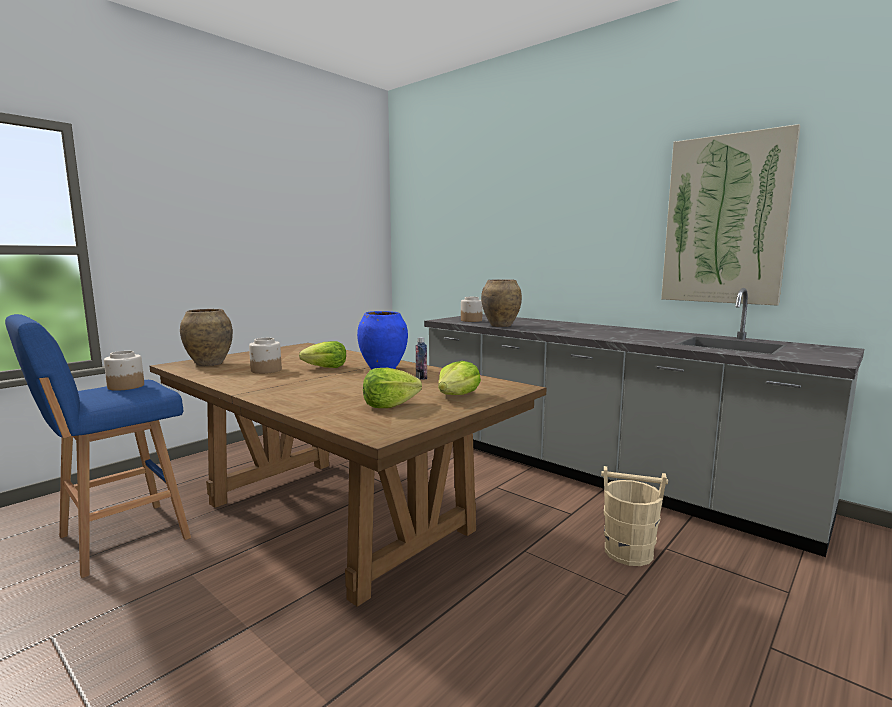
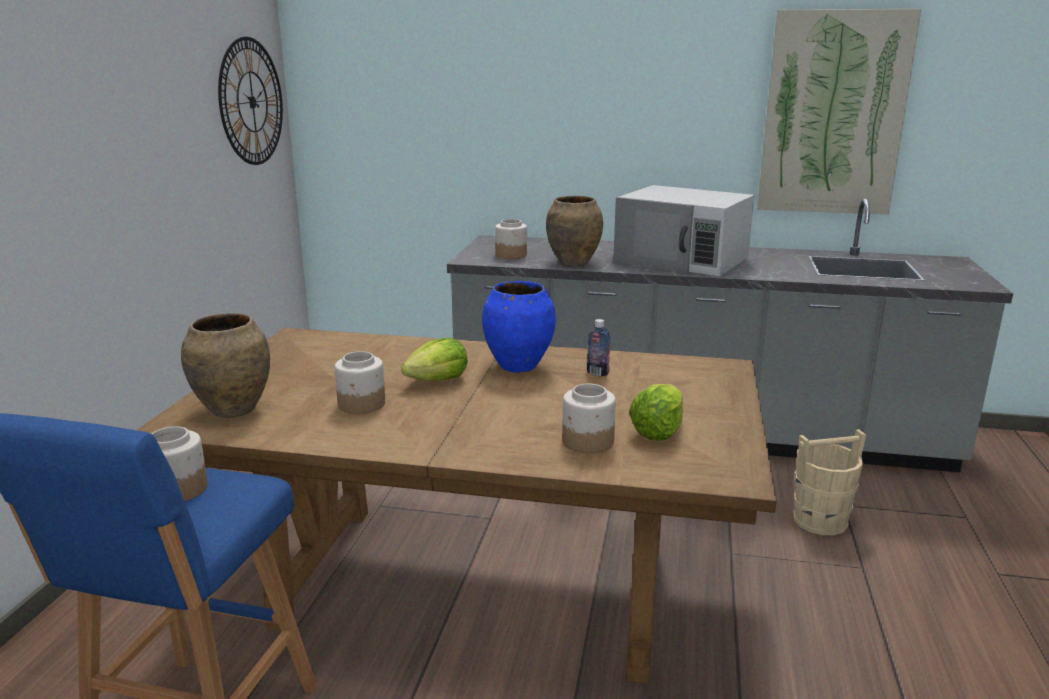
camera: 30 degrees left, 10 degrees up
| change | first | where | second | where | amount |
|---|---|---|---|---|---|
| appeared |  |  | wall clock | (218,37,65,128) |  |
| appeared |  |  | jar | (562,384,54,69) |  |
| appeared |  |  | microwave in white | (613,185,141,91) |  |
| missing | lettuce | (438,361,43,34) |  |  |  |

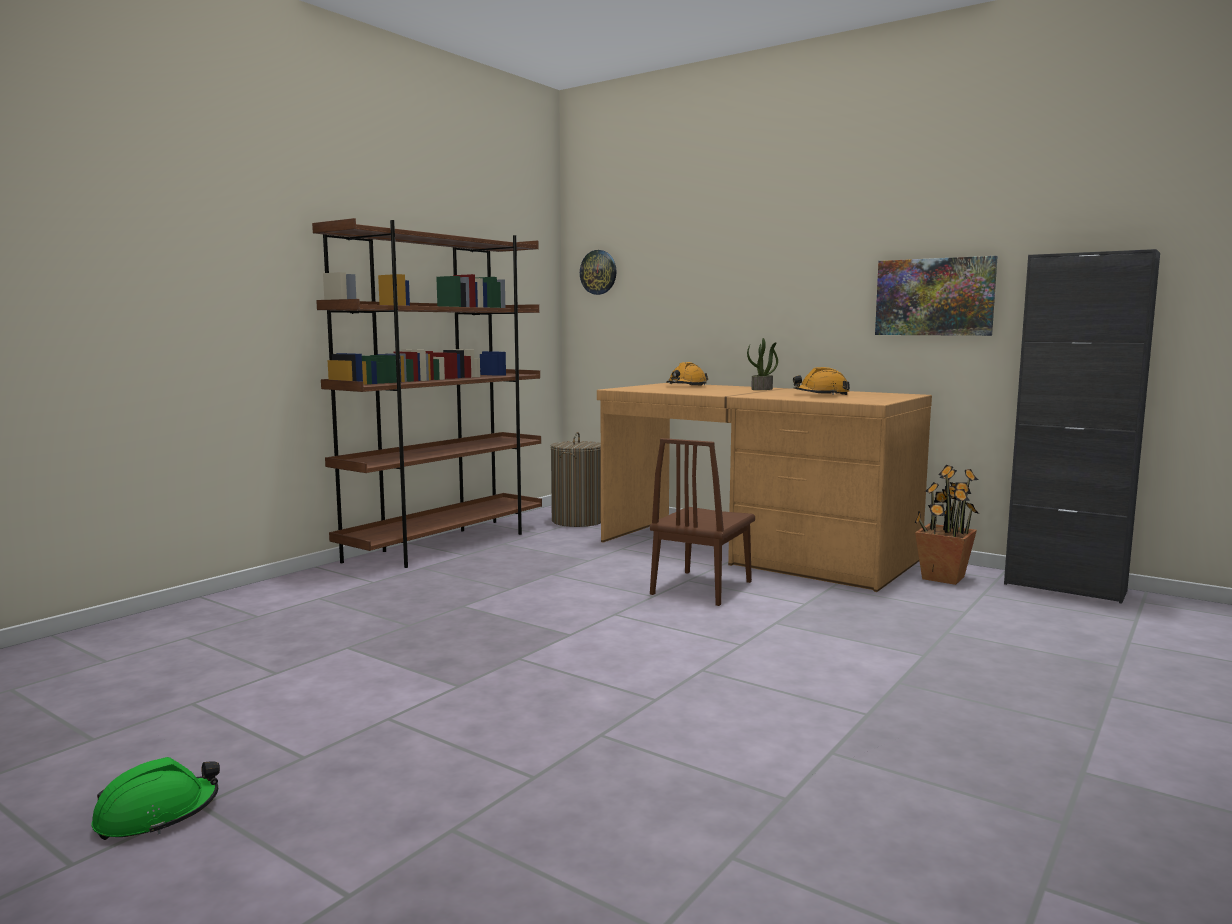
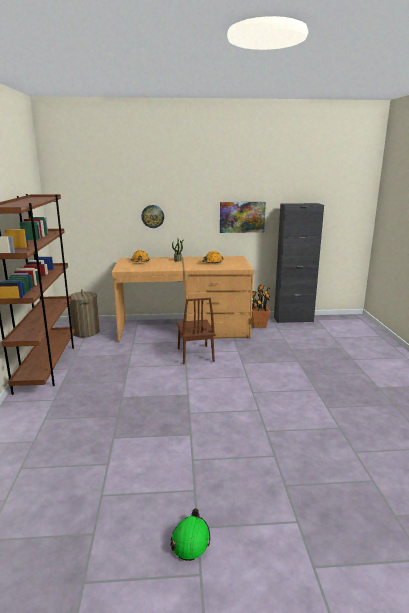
camera: 40 degrees left, 10 degrees up
| change | first | where | second | where | amount |
|---|---|---|---|---|---|
| relocated | wall clock | (580,250,36,45) |  | (141,205,23,23) |  |

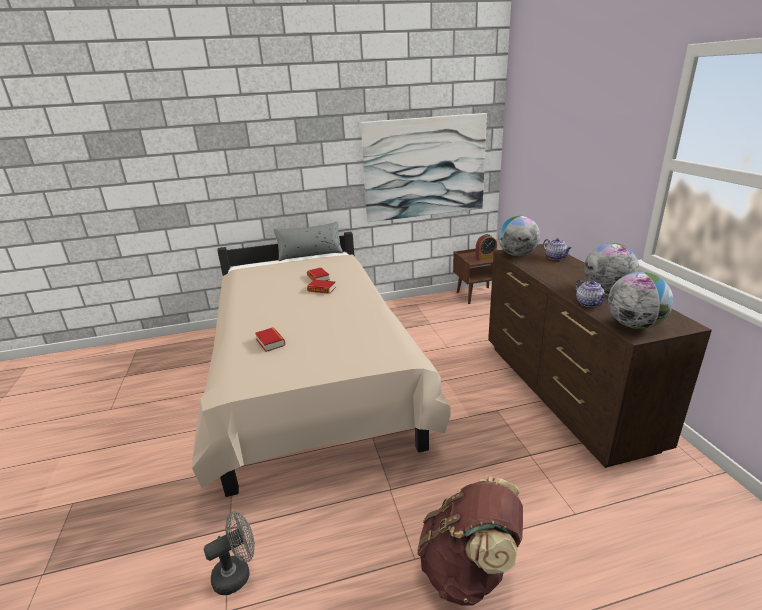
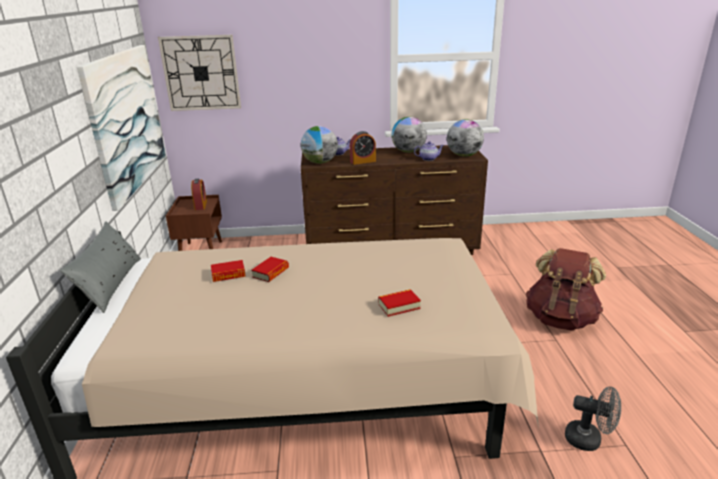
camera: 80 degrees left, 0 degrees up
| change | first | where | second | where | amount |
|---|---|---|---|---|---|
| appeared |  |  | wall clock | (158,35,83,76) |  |
| appeared |  |  | alarm clock | (350,131,26,34) |  |
| spun | fan in grey | (203,511,52,84) |  | (565,387,56,64) | 135 degrees clockwise |

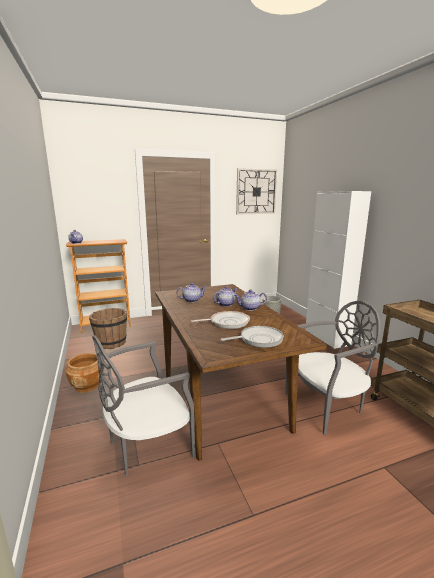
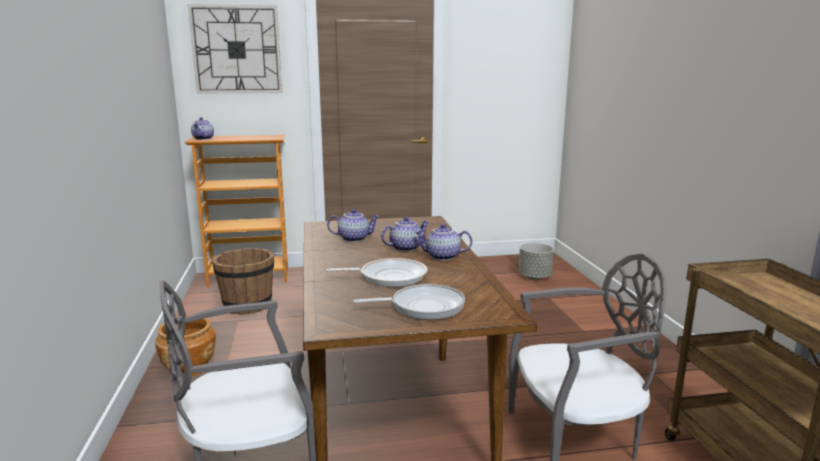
camera: 10 degrees right, 0 degrees up
| change | first | where | second | where | amount |
|---|---|---|---|---|---|
| relocated | wall clock | (236,168,41,46) |  | (188,4,94,90) |  |
| missing | cabinet in white | (305,191,66,158) |  |  |  |

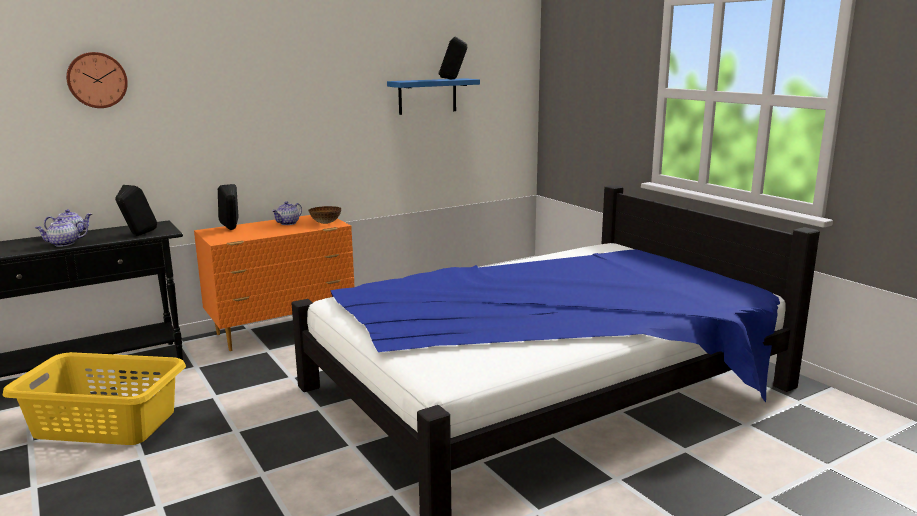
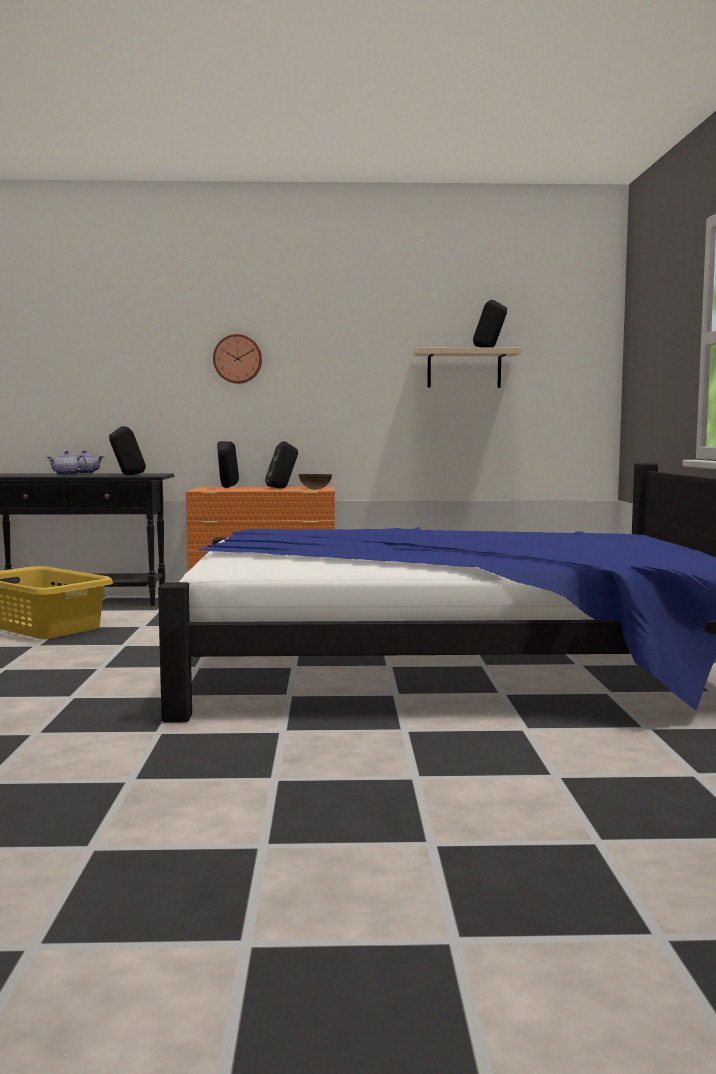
camera: 30 degrees right, 10 degrees down
| change | first | where | second | where | amount |
|---|---|---|---|---|---|
| relocated | wall clock | (66,52,62,56) |  | (213,334,49,50) |  |
| exchanged | teapot | (272,201,30,24) | speaker in black | (265,441,33,47) |  |
| colour | shelf in blue | (387,78,93,37) | shelf in beige | (414,347,107,41) |  |

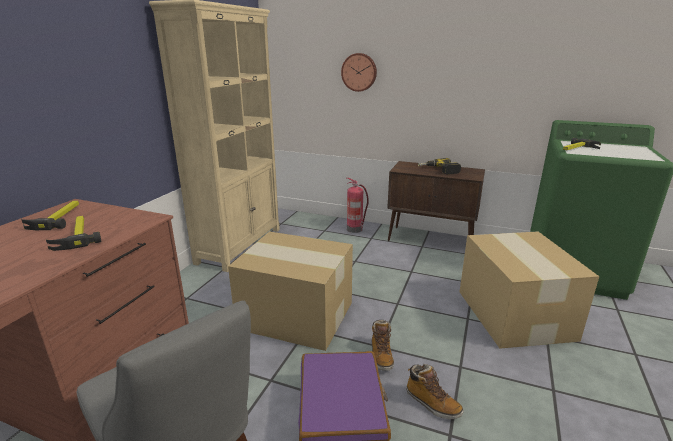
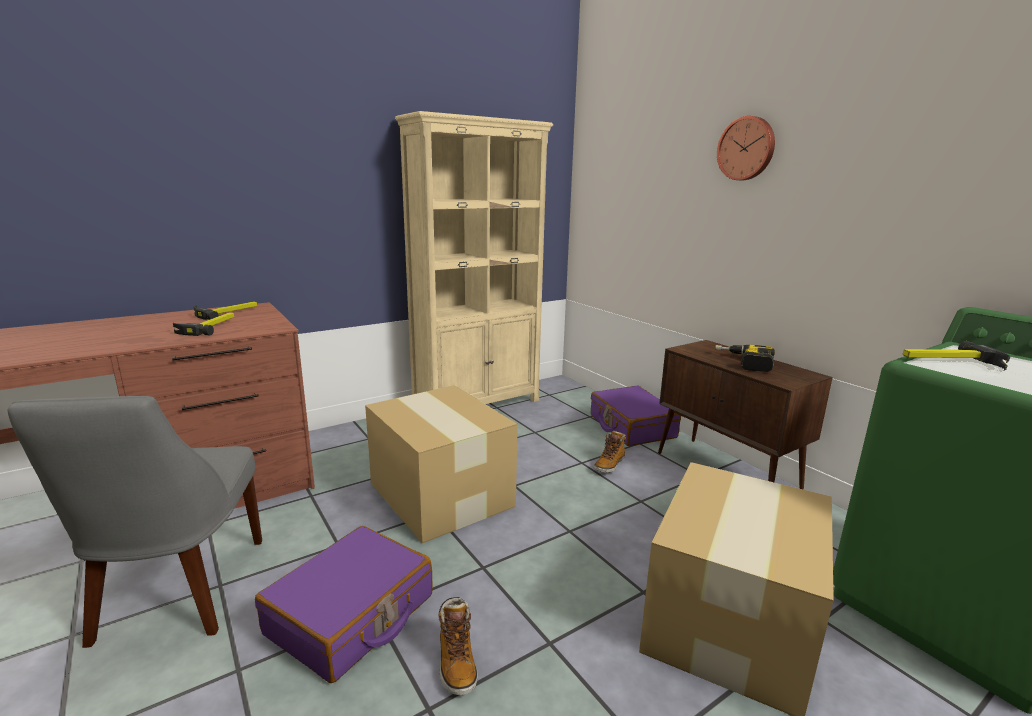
camera: 35 degrees right, 5 degrees down
| change | first | where | second | where | amount |
|---|---|---|---|---|---|
| exchanged | fire extinguisher | (347,178,22,55) | suitcase in purple | (591,386,90,60) |  |
| relocated | boot | (372,320,22,51) |  | (594,431,32,42) |  |
| relocated | wall clock | (341,53,36,39) |  | (717,116,58,64) |  |

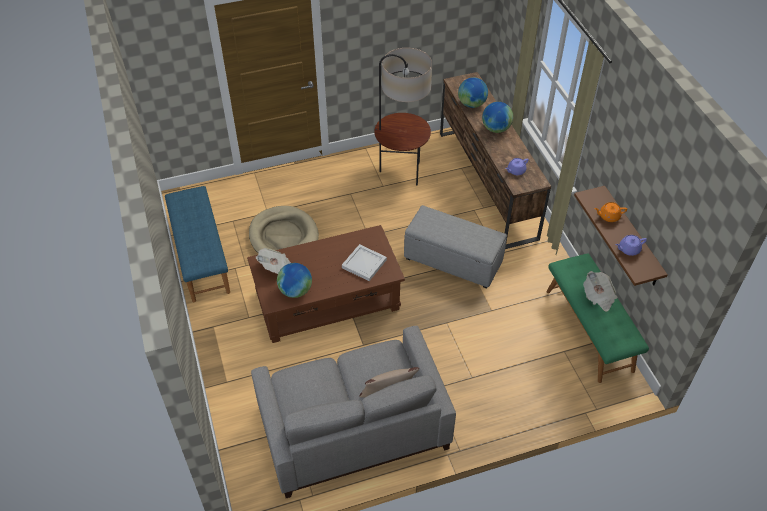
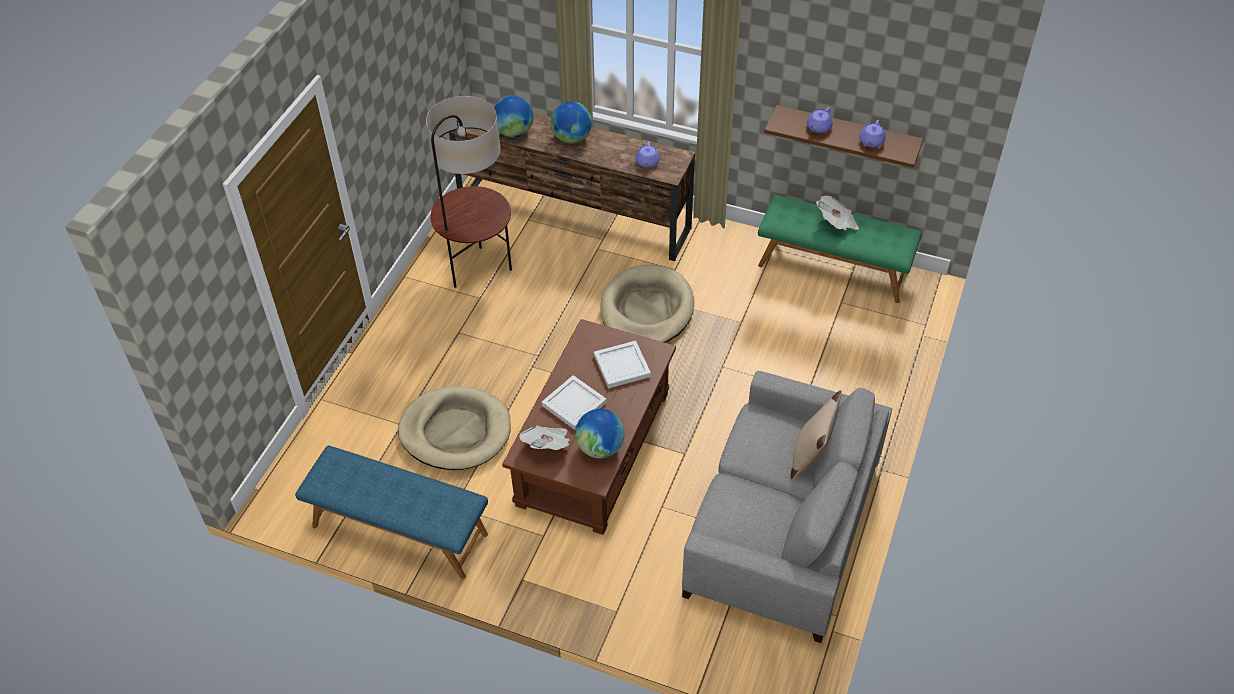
camera: 50 degrees left, 0 degrees up
| change | first | where | second | where | amount |
|---|---|---|---|---|---|
| appeared |  |  | tray in white | (542,375,65,55) |  |
| exchanged | ottoman in grey | (404,205,103,84) | dog bed in beige | (601,265,93,78) |  |
| colour | teapot in orange | (594,202,33,20) | teapot in purple | (807,107,26,26) |  |

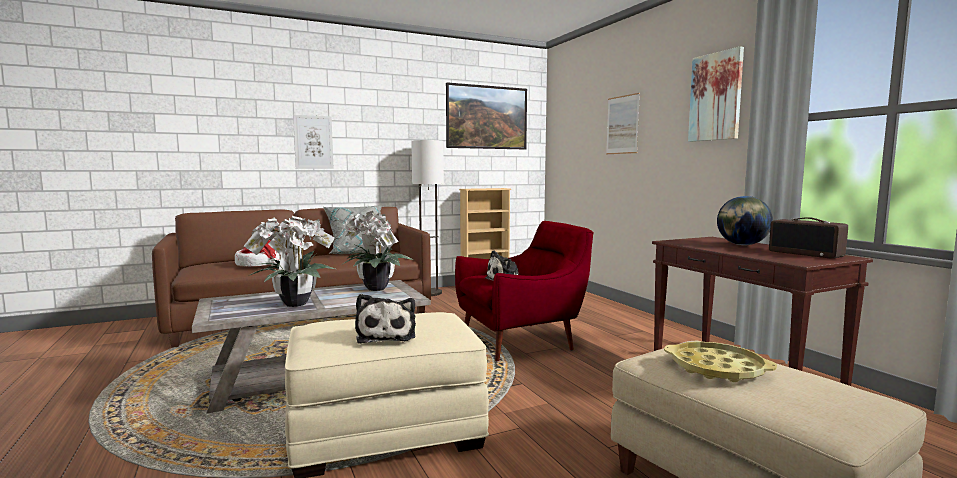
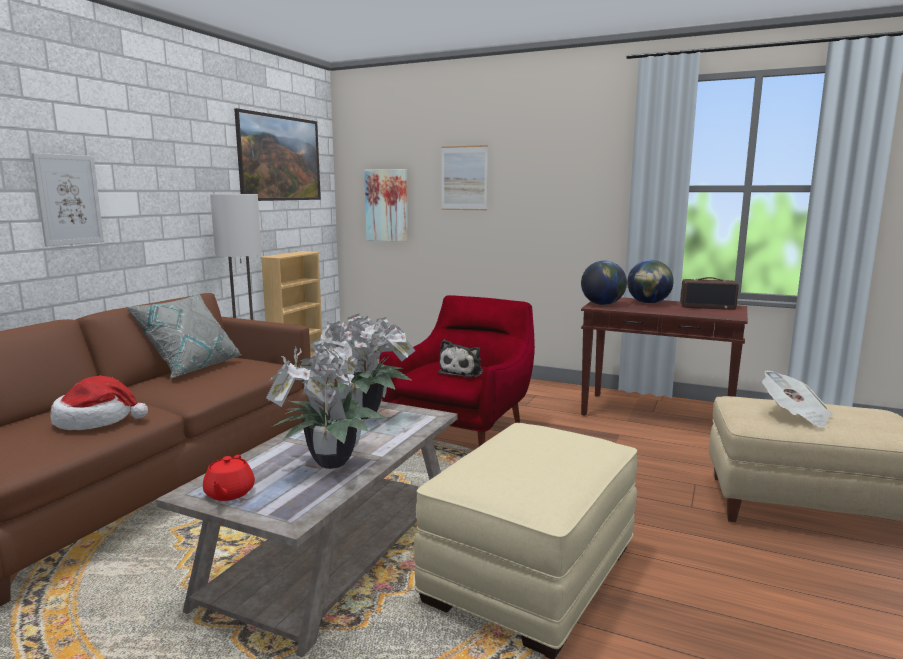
camera: 40 degrees left, 5 degrees up
| change | first | where | second | where | amount |
|---|---|---|---|---|---|
| appeared |  |  | teapot in red | (203,455,52,46) |  |
| relocated | picture | (688,46,56,96) |  | (364,169,44,73) |  |
| appeared |  |  | globe | (581,261,46,44) |  |
| exchanged | tray in yellow | (664,342,113,40) | newspaper | (762,370,70,58) |  |
| missing | plush toy | (355,294,61,50) |  |  |  |

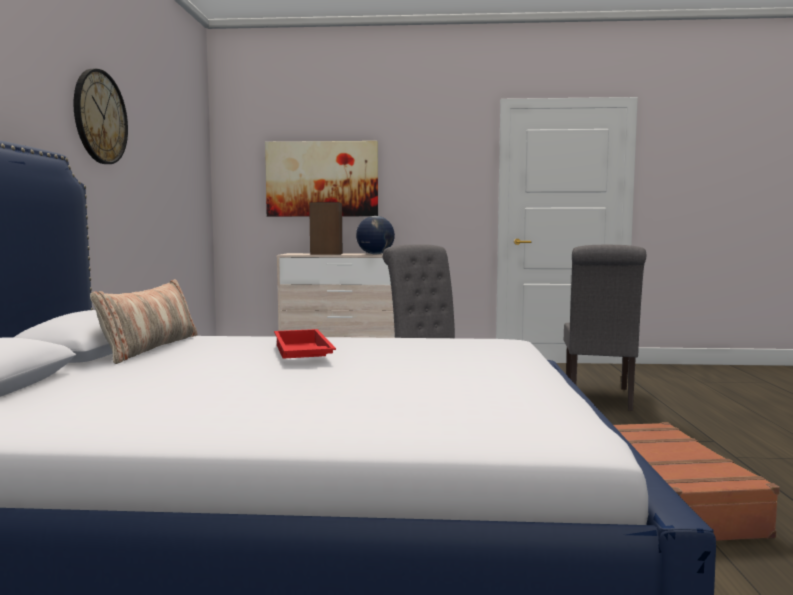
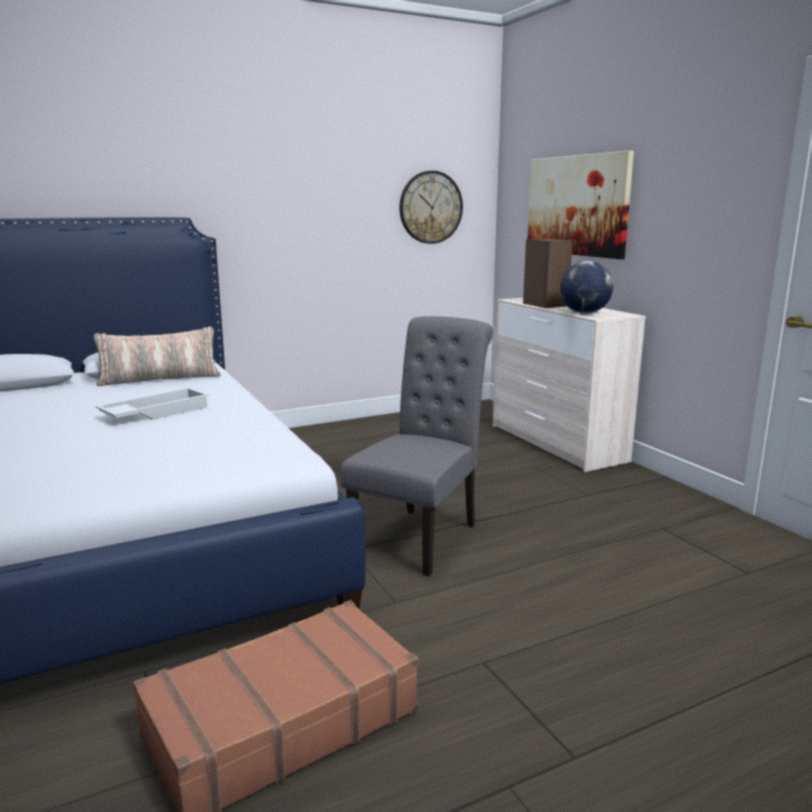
camera: 60 degrees right, 10 degrees up
| change | first | where | second | where | amount |
|---|---|---|---|---|---|
| colour | tray in red | (274,329,62,30) | tray in white | (96,388,113,32) |  |
| relocated | wall clock | (74,69,54,95) |  | (399,171,64,73) |  |
| missing | chair in grey | (564,245,82,166) |  |  |  |

